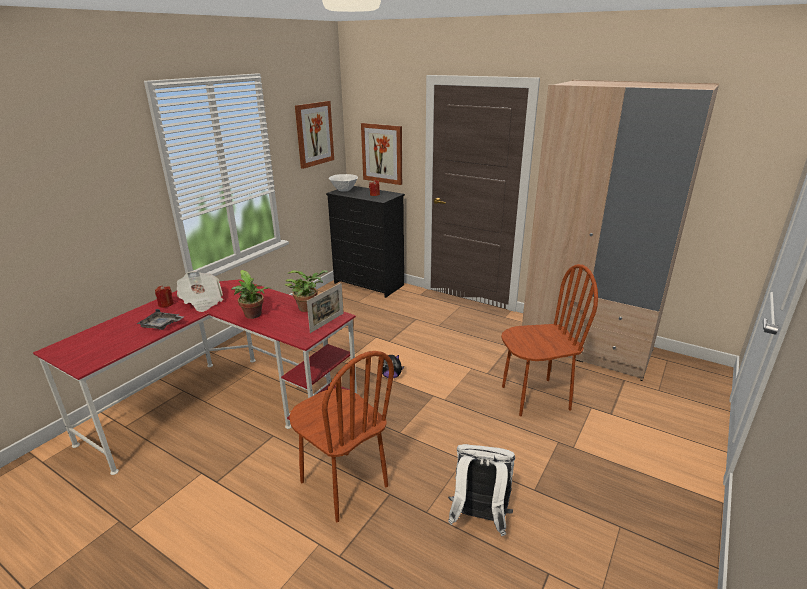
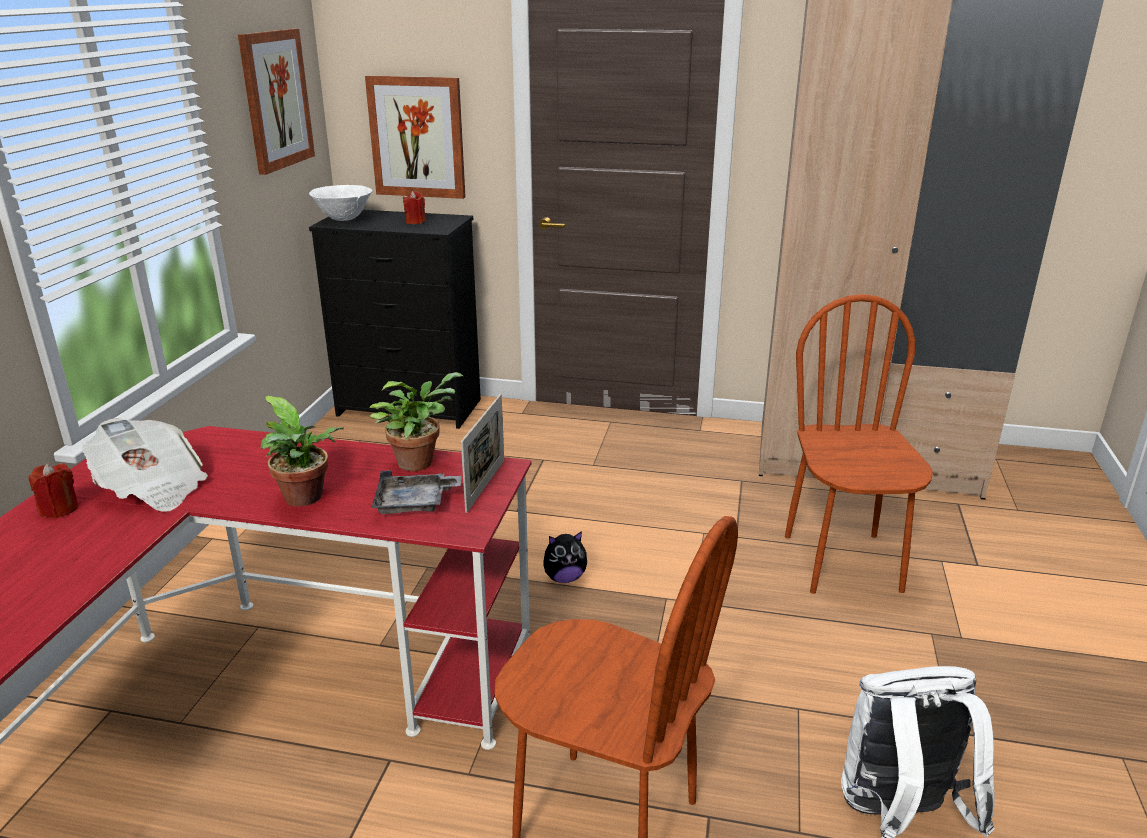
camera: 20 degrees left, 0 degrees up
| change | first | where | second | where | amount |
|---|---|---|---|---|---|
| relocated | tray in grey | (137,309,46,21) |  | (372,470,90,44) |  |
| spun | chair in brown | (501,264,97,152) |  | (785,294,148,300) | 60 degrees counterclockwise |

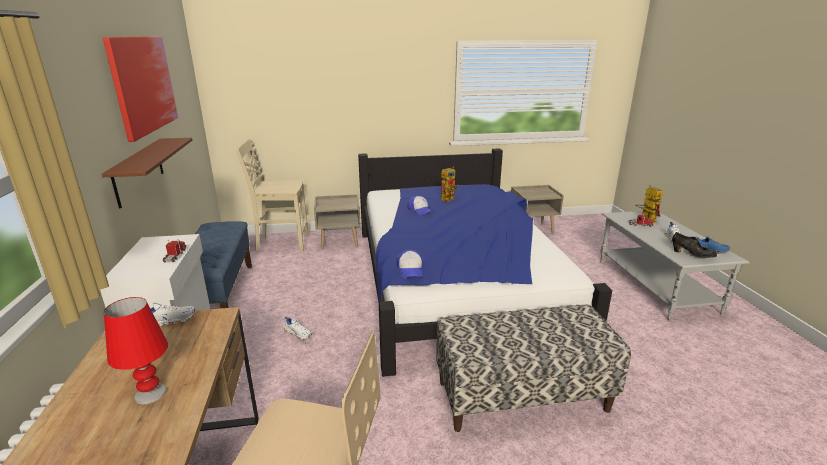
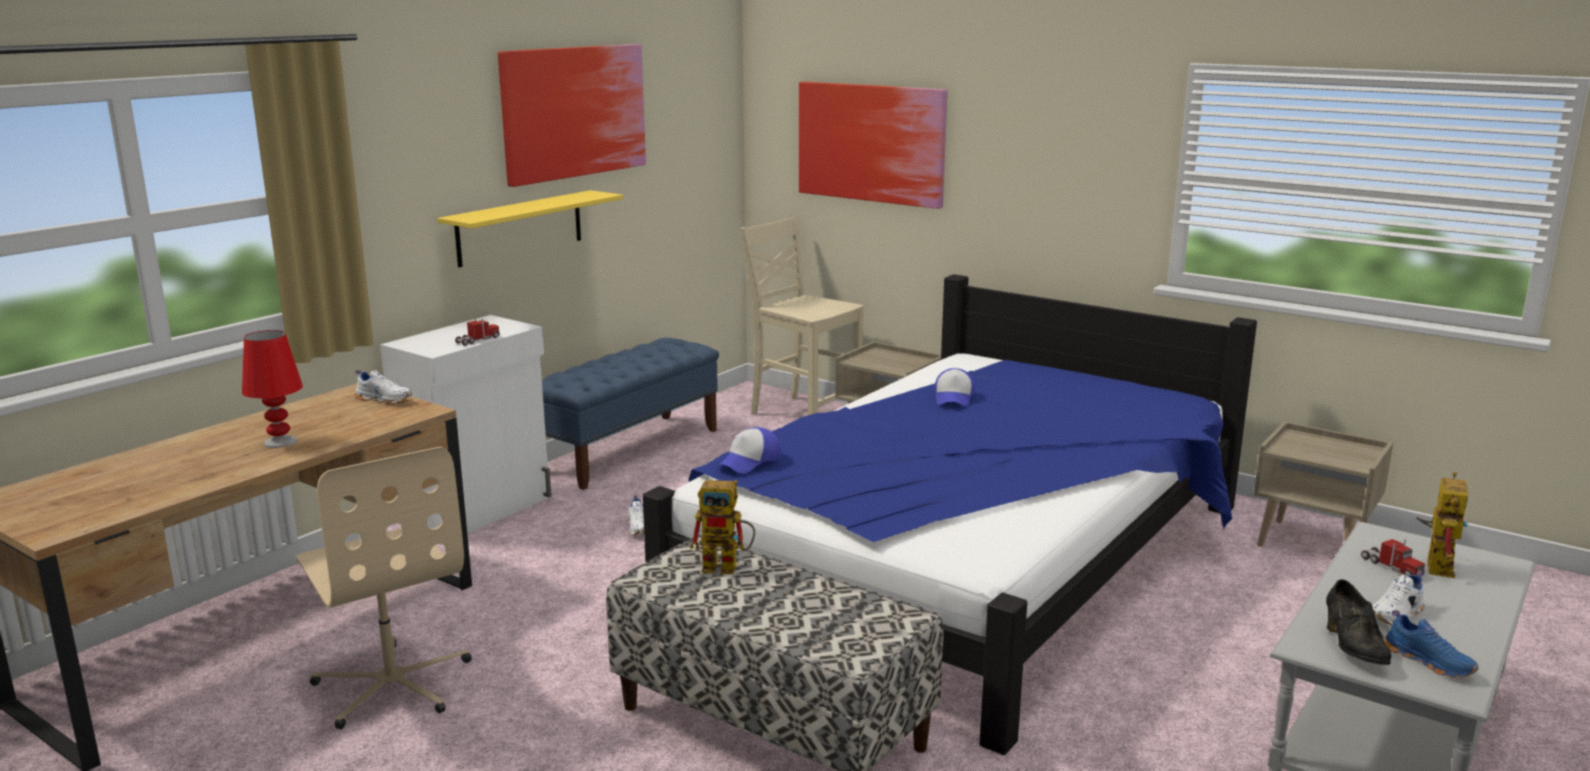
camera: 45 degrees right, 5 degrees down
| change | first | where | second | where | amount |
|---|---|---|---|---|---|
| colour | shelf in brown | (102,138,90,71) | shelf in yellow | (437,190,186,77) |  |
| relocated | toy robot | (441,166,18,36) |  | (690,480,65,94) |  |
| appeared |  |  | picture | (799,82,148,127) |  |

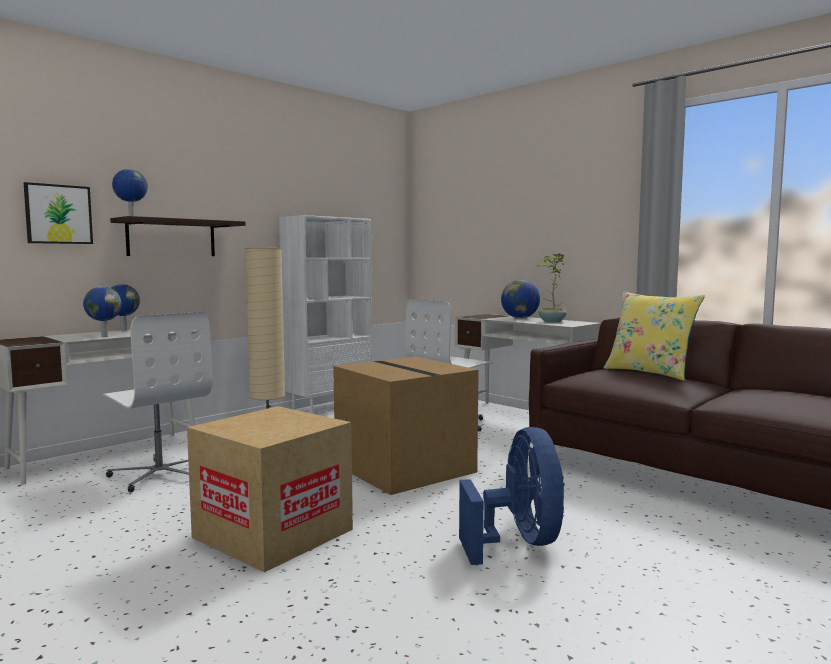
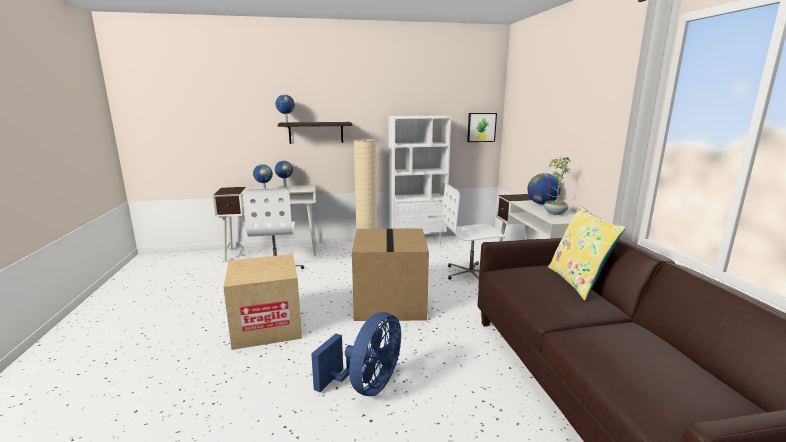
camera: 35 degrees right, 10 degrees up
| change | first | where | second | where | amount |
|---|---|---|---|---|---|
| relocated | picture | (24,182,69,62) |  | (467,113,30,29) |  |

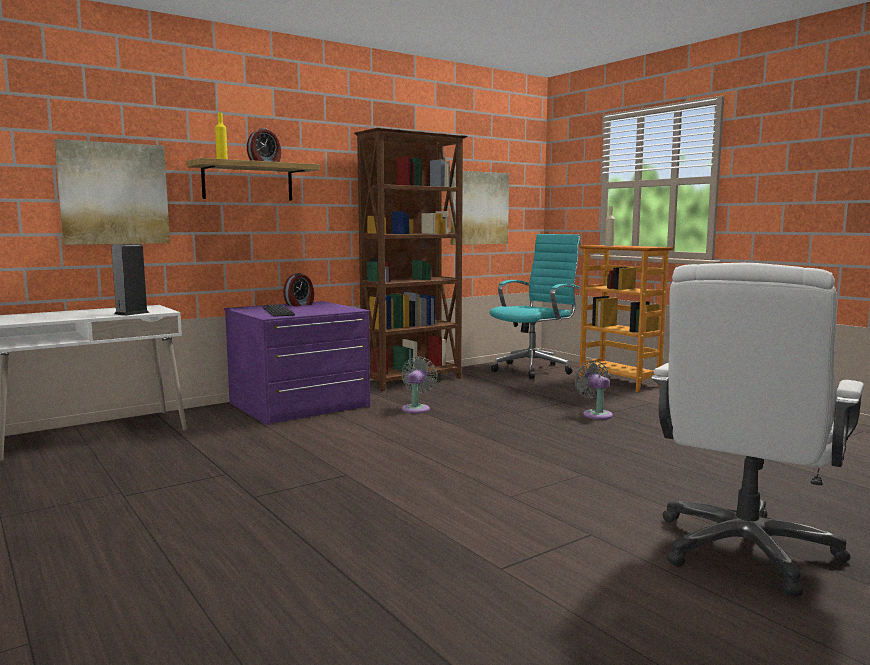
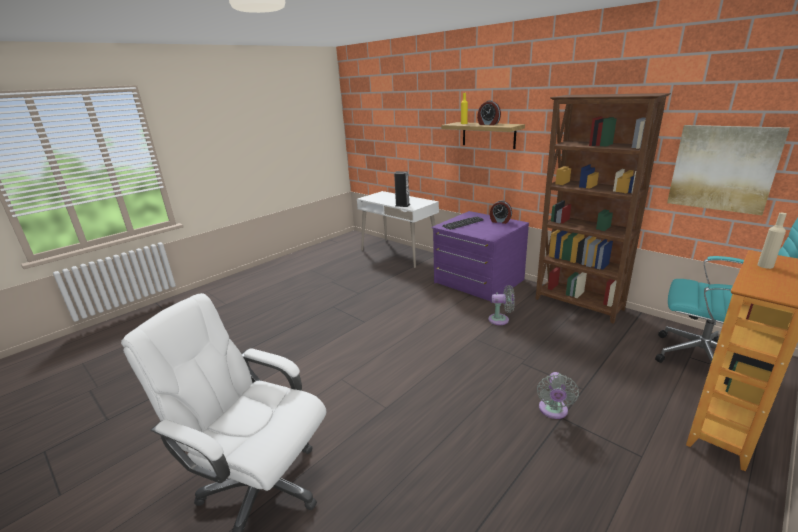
camera: 80 degrees right, 15 degrees up
| change | first | where | second | where | amount |
|---|---|---|---|---|---|
| spun | fan in grey | (575,361,38,59) |  | (537,372,42,47) | 135 degrees clockwise |
| missing | picture | (54,139,116,106) |  |  |  |

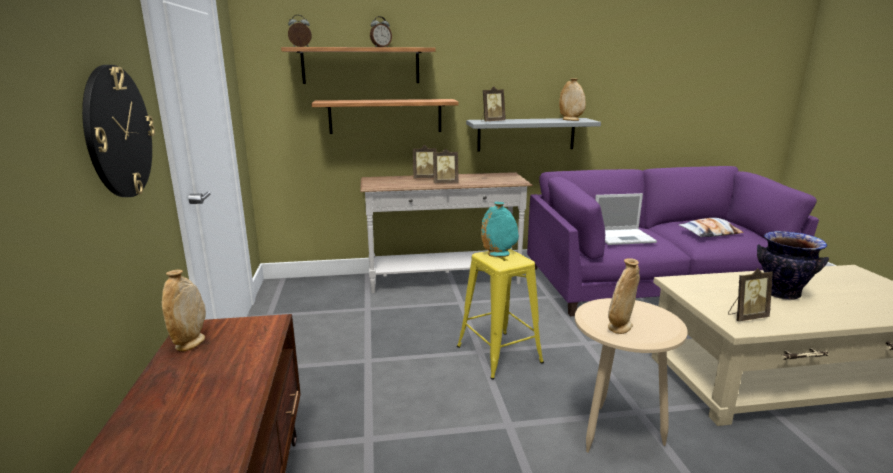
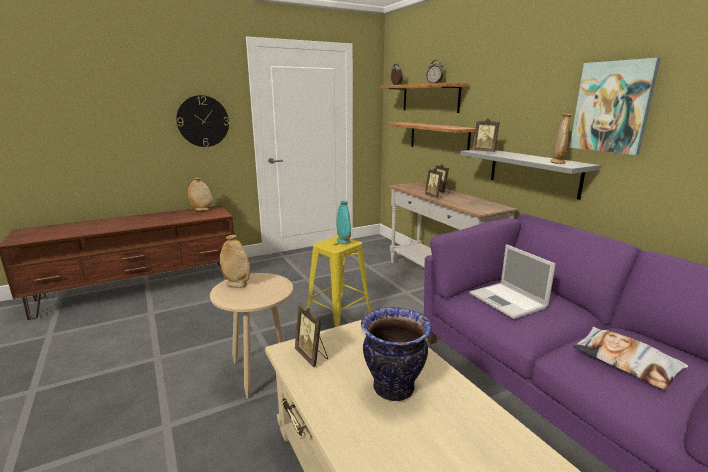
camera: 70 degrees right, 0 degrees up
| change | first | where | second | where | amount |
|---|---|---|---|---|---|
| appeared |  |  | picture | (570,58,91,97) |  |

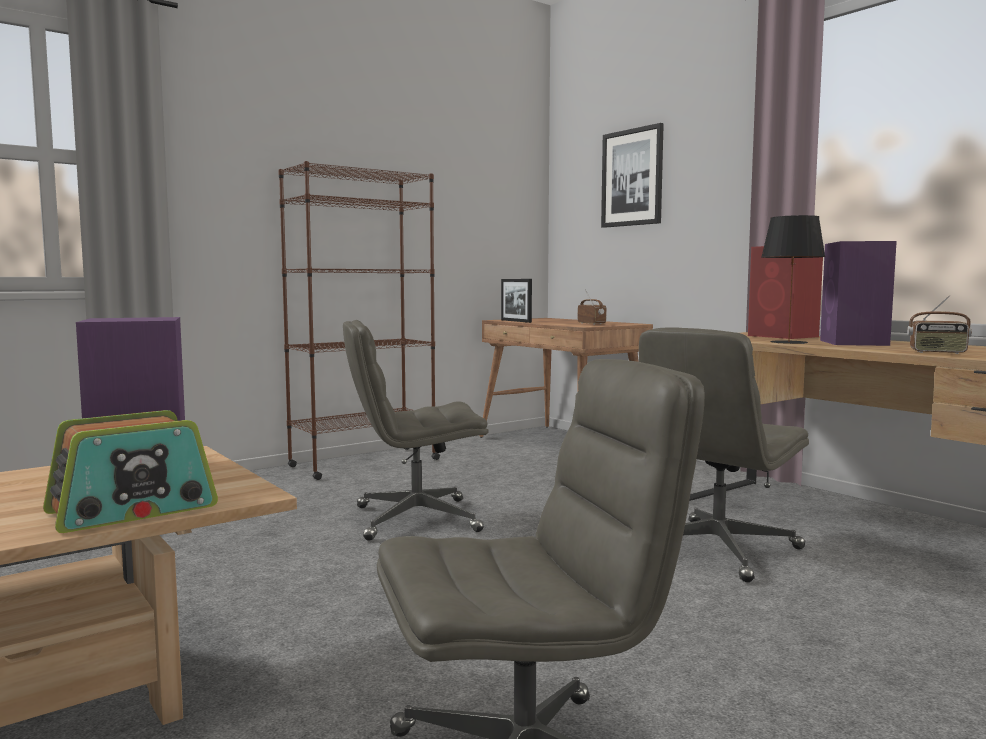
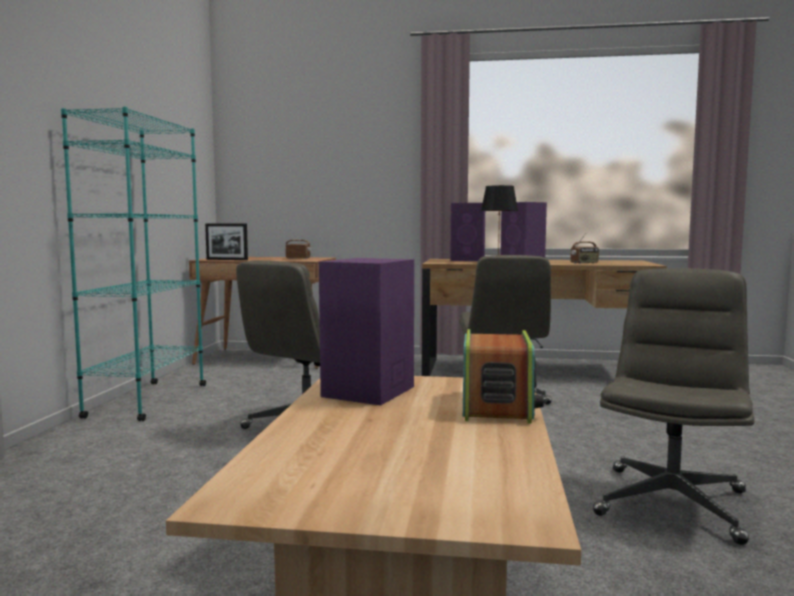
camera: 45 degrees left, 0 degrees up
| change | first | where | second | where | amount |
|---|---|---|---|---|---|
| colour | bookcase in brown | (278,161,162,319) | bookcase in turquoise | (61,107,145,314) |  |
| colour | speaker in red | (748,246,75,93) | speaker in purple | (450,203,35,58) |  |
| missing | picture | (601,123,63,105) |  |  |  |

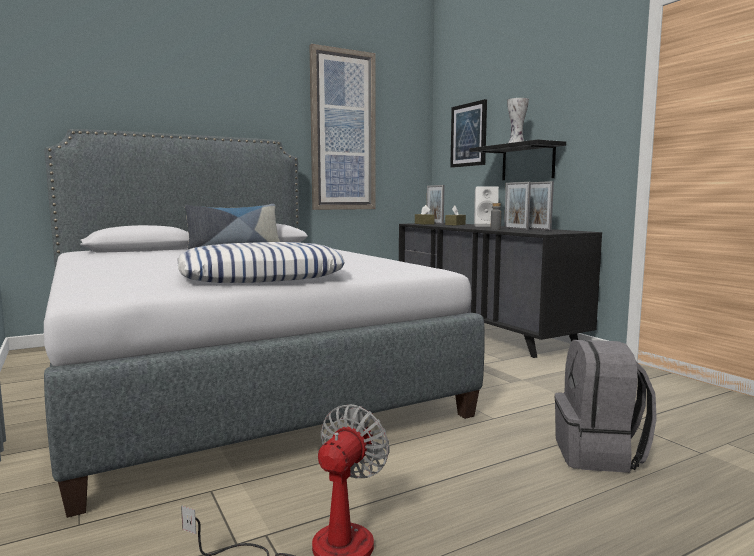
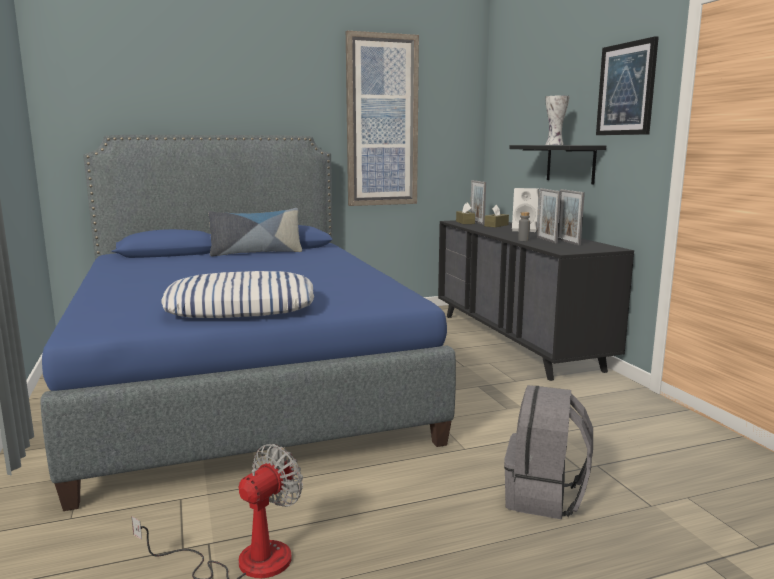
camera: 10 degrees right, 5 degrees up
| change | first | where | second | where | amount |
|---|---|---|---|---|---|
| colour | bed in grey | (44,129,441,389) | bed in blue | (40,135,416,376) |  |
| relocated | picture | (450,99,37,69) |  | (596,36,63,99) |  |

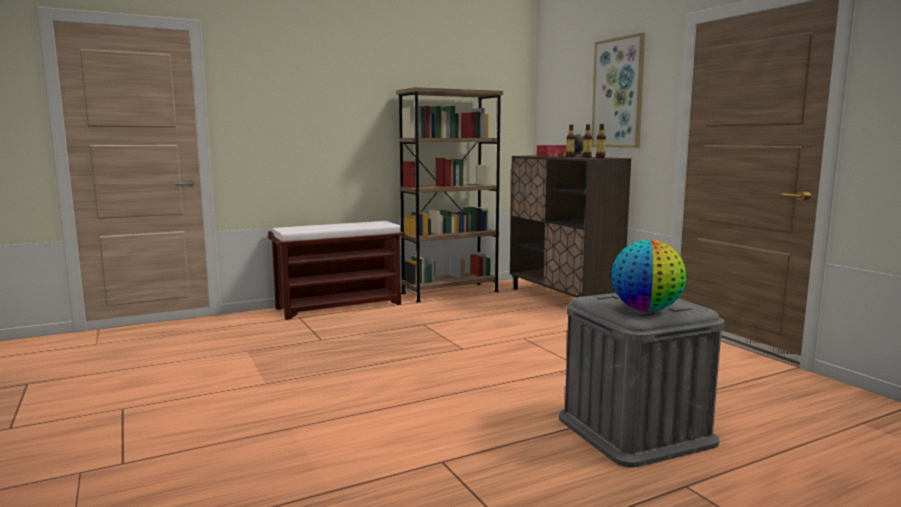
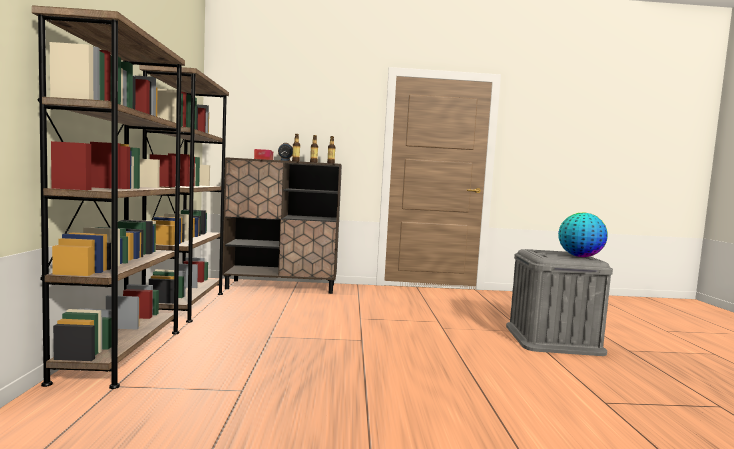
camera: 65 degrees left, 5 degrees down
| change | first | where | second | where | amount |
|---|---|---|---|---|---|
| exchanged | bench in brown | (268,221,137,99) | bookcase in brown | (32,5,153,384) |  |
| missing | picture | (592,32,53,116) |  |  |  |

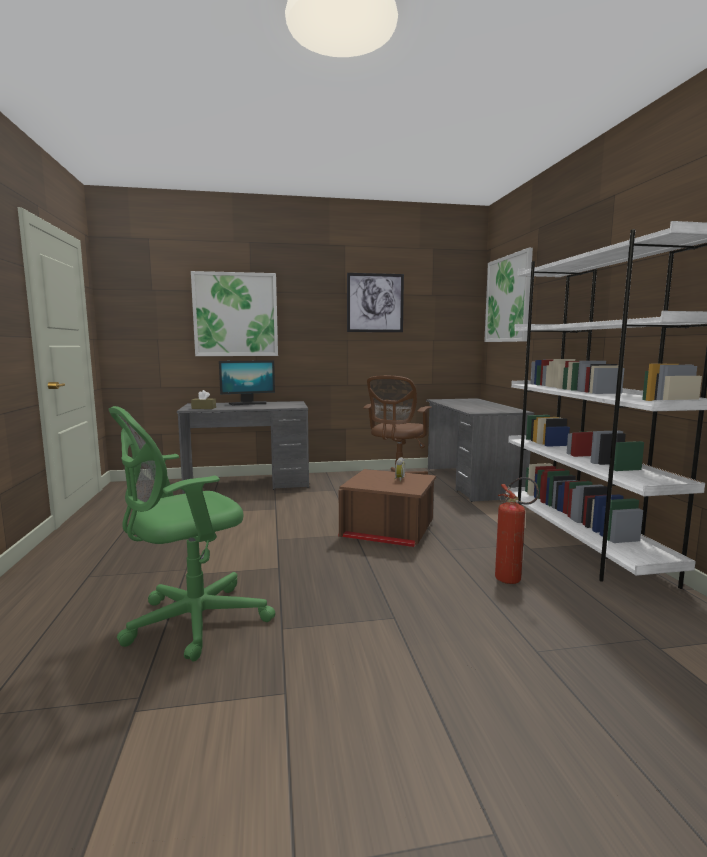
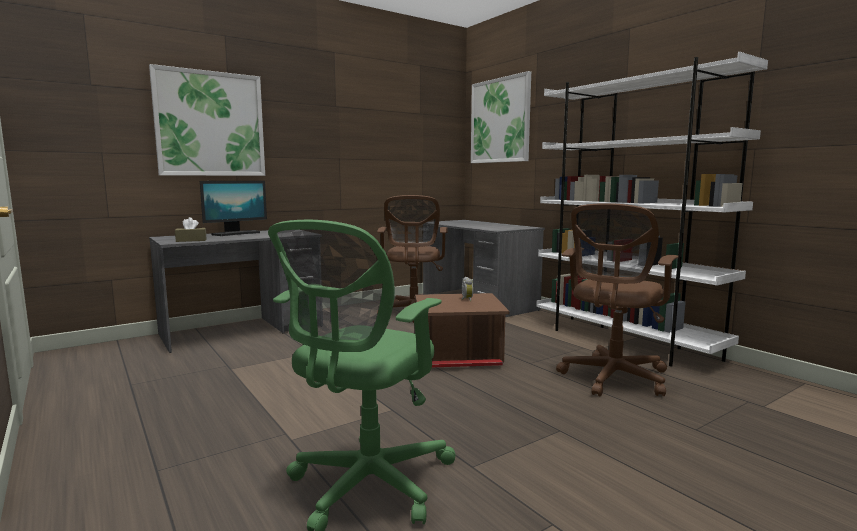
camera: 25 degrees left, 0 degrees up
| change | first | where | second | where | amount |
|---|---|---|---|---|---|
| exchanged | fire extinguisher | (495,477,44,107) | office chair in brown | (556,203,123,193) |  |
| missing | picture | (347,273,57,59) |  |  |  |

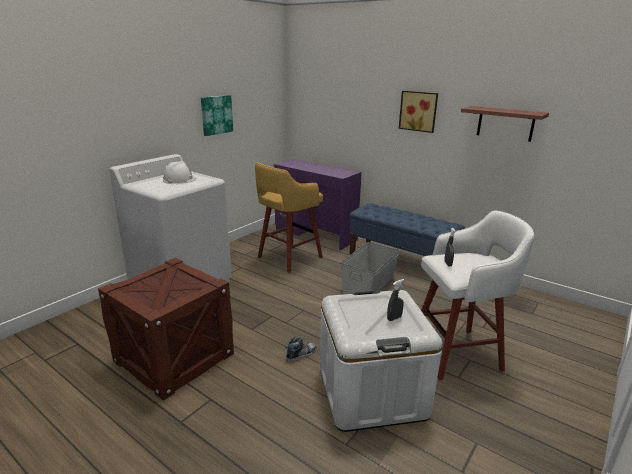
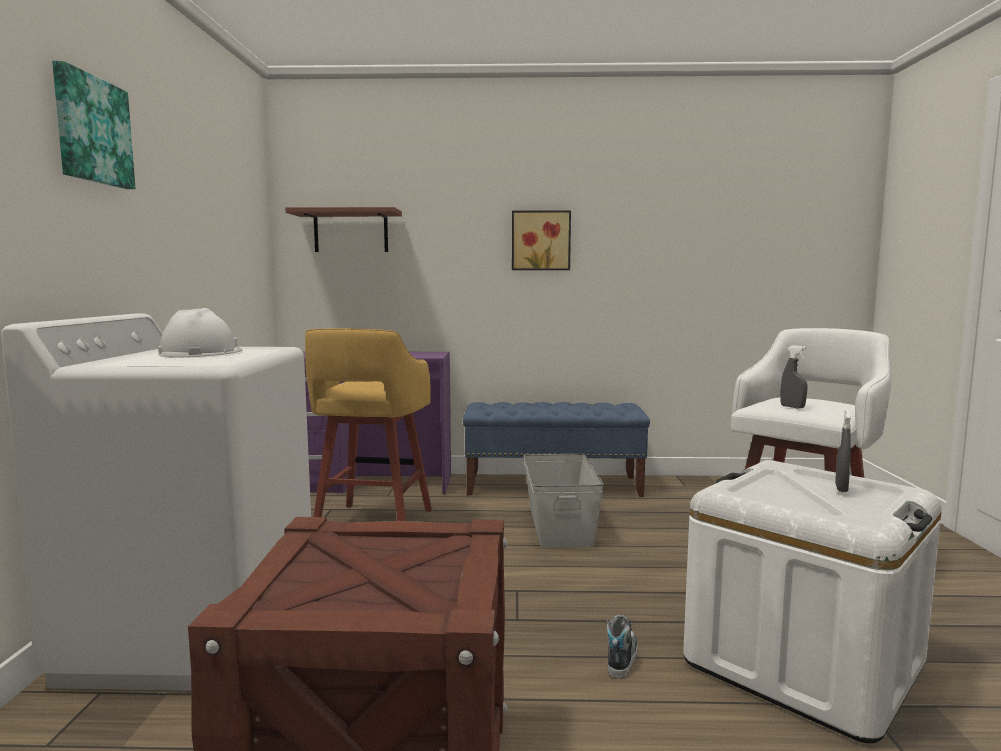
camera: 35 degrees left, 15 degrees down
| change | first | where | second | where | amount |
|---|---|---|---|---|---|
| relocated | picture | (201,95,32,41) |  | (52,61,84,128) |  |
| relocated | shelf | (461,106,88,36) |  | (285,207,117,45) |  |

